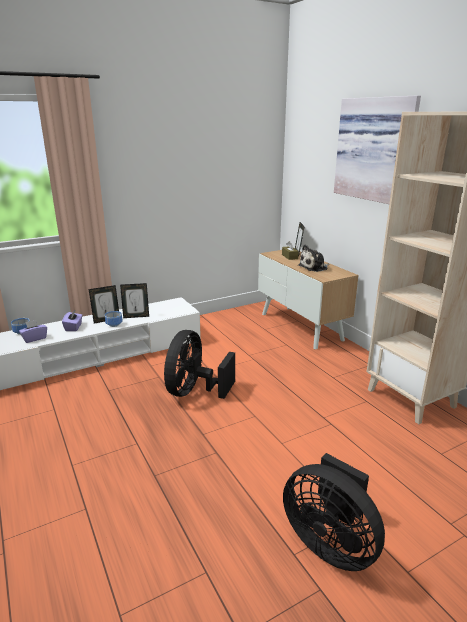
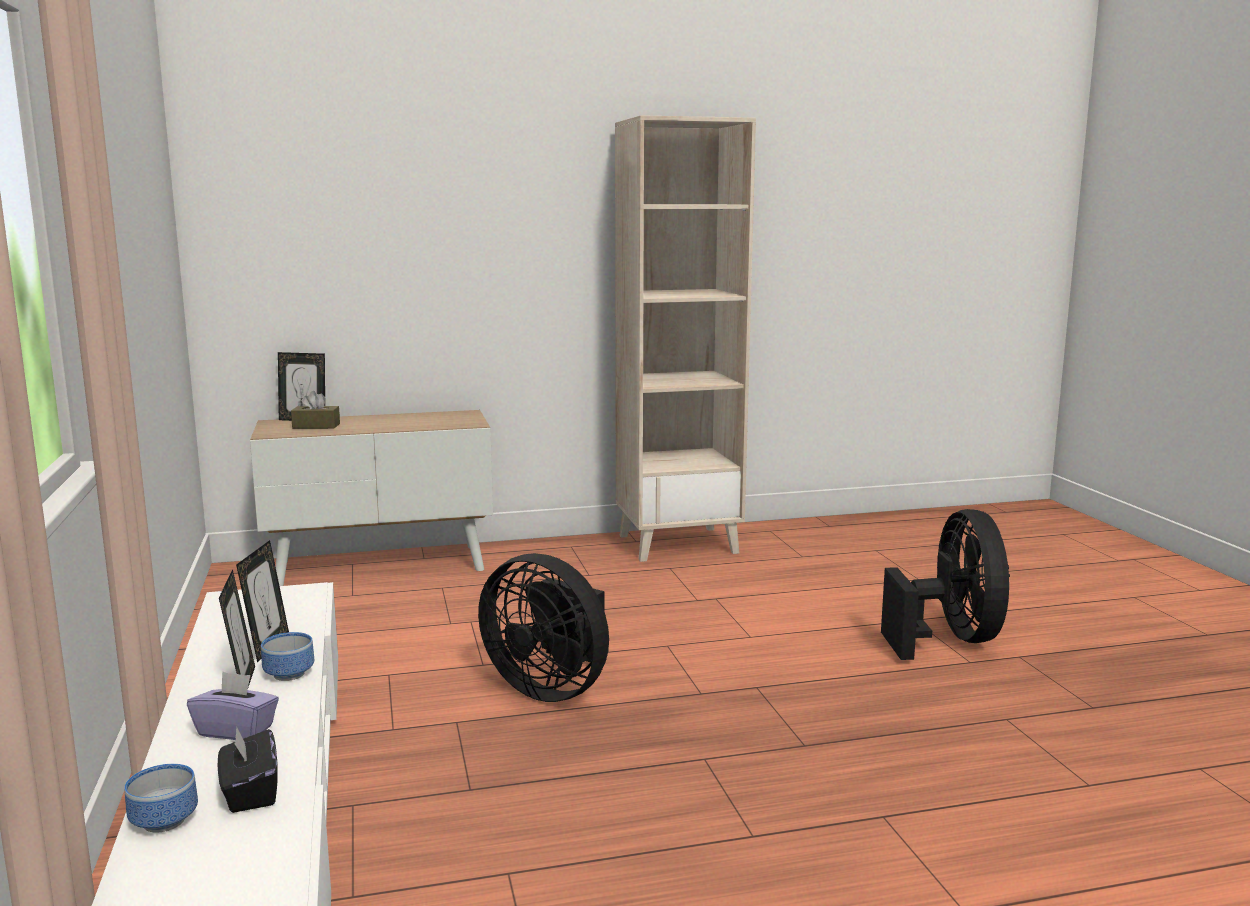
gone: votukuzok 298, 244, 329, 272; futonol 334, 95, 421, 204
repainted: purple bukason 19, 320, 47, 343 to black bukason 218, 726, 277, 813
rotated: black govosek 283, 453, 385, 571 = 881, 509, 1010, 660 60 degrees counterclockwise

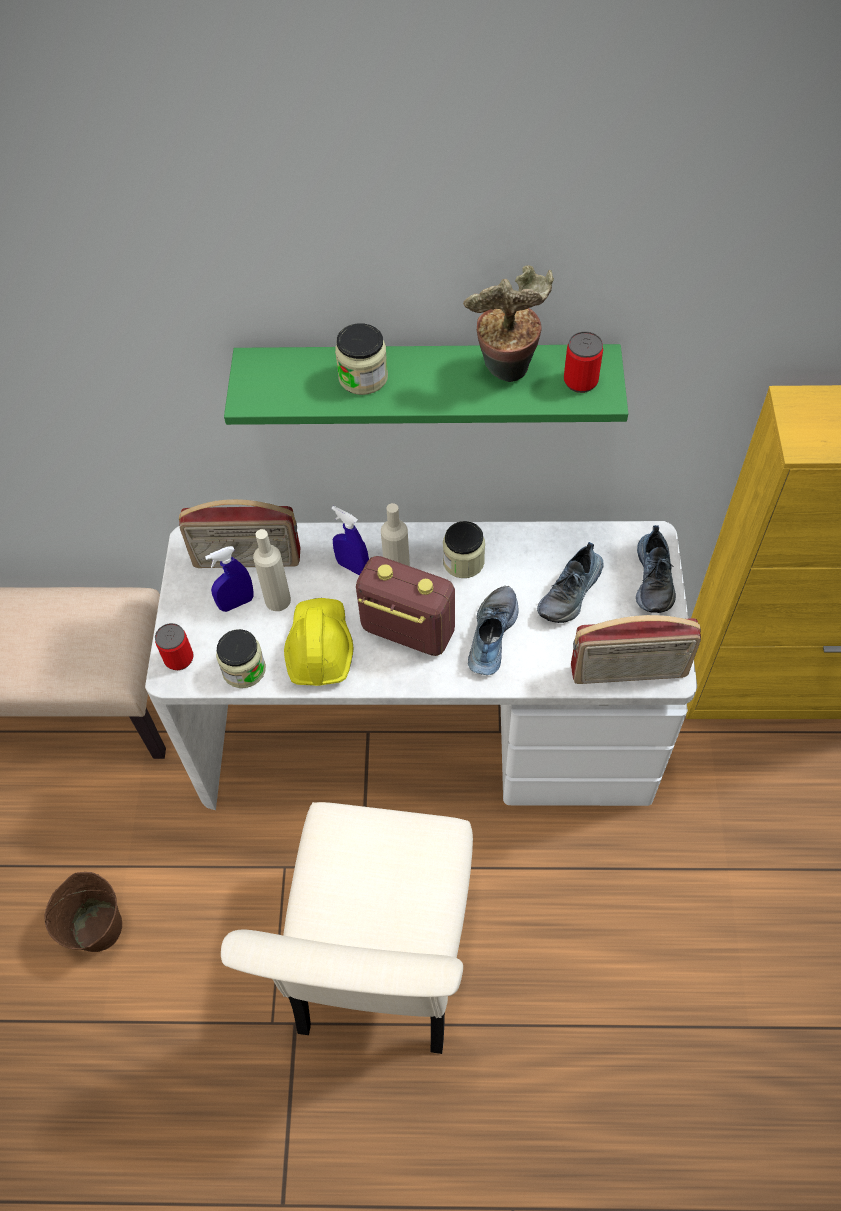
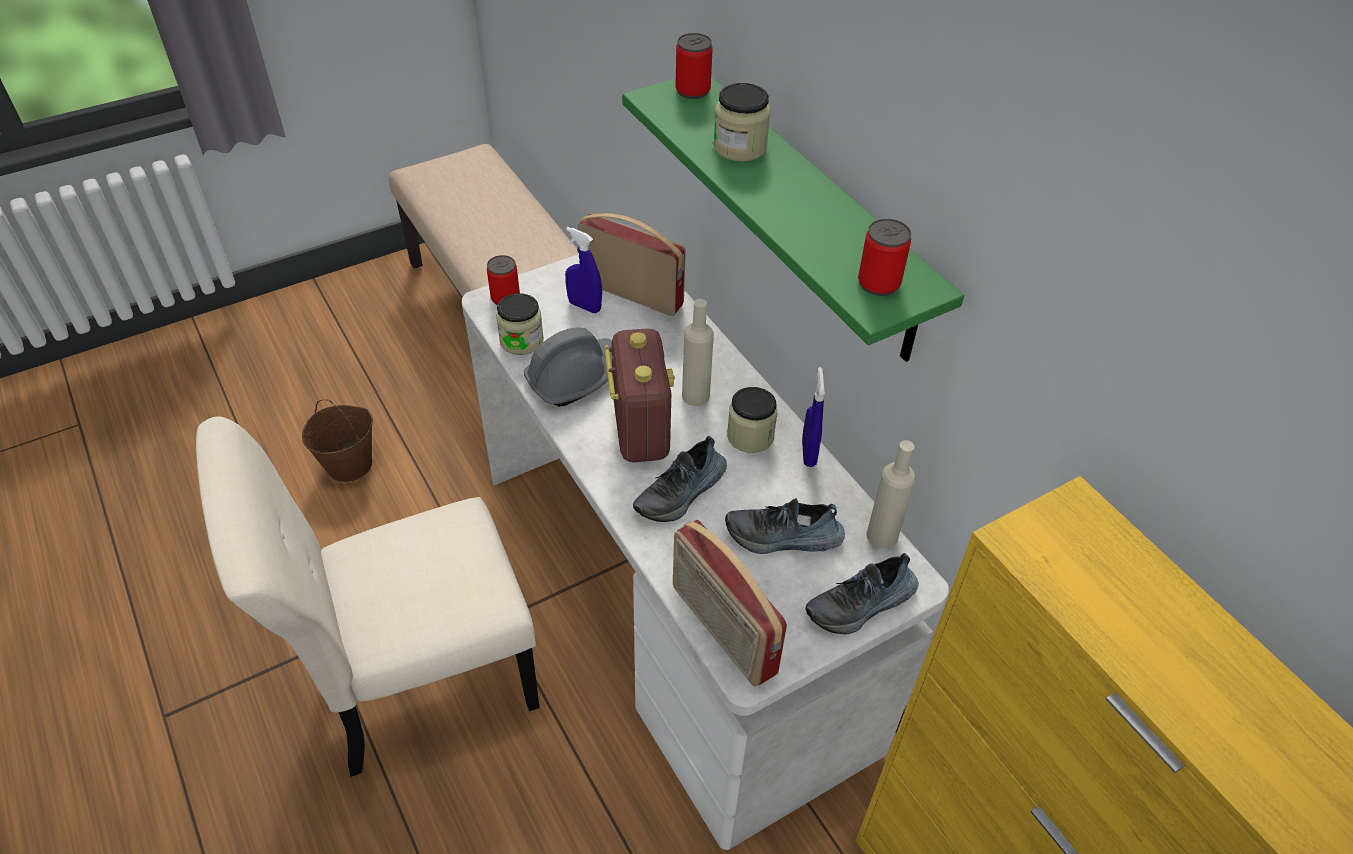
gone: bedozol 463, 265, 554, 382
new: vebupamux 675, 33, 713, 99
shifted: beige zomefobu 253, 529, 291, 611 to 867, 440, 916, 549; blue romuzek 331, 506, 369, 576 to 802, 367, 825, 467
repainted: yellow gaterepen 284, 598, 354, 686 to grey gaterepen 524, 328, 612, 407
rotated: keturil 179, 499, 300, 568 = 578, 213, 686, 316 150 degrees clockwise; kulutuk 468, 586, 519, 675 = 633, 436, 727, 522 150 degrees clockwise

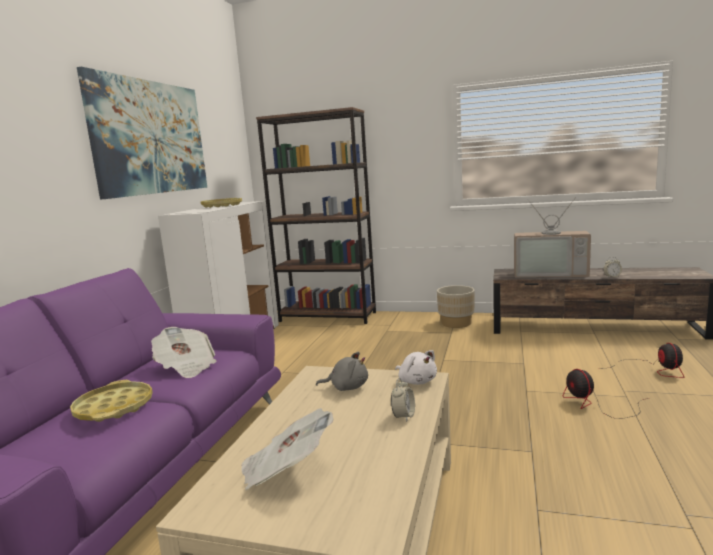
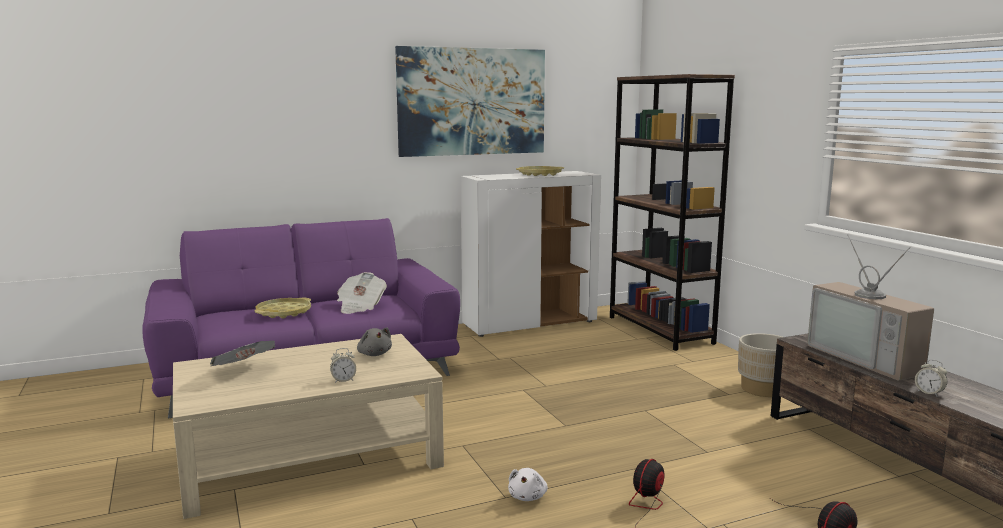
shifted: white votukuzok 395, 350, 437, 385 to 508, 468, 548, 501

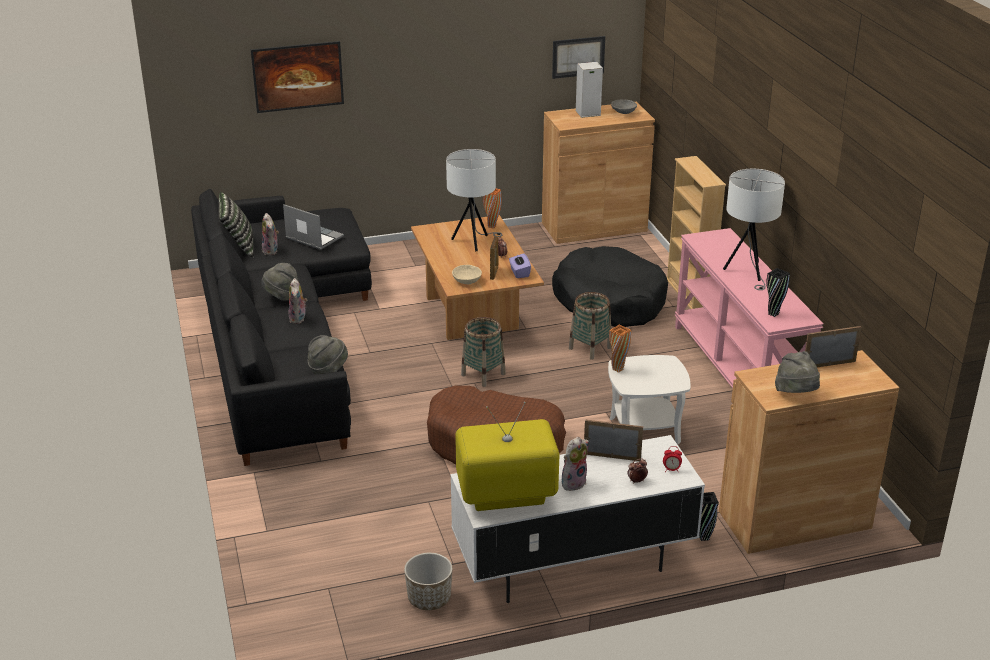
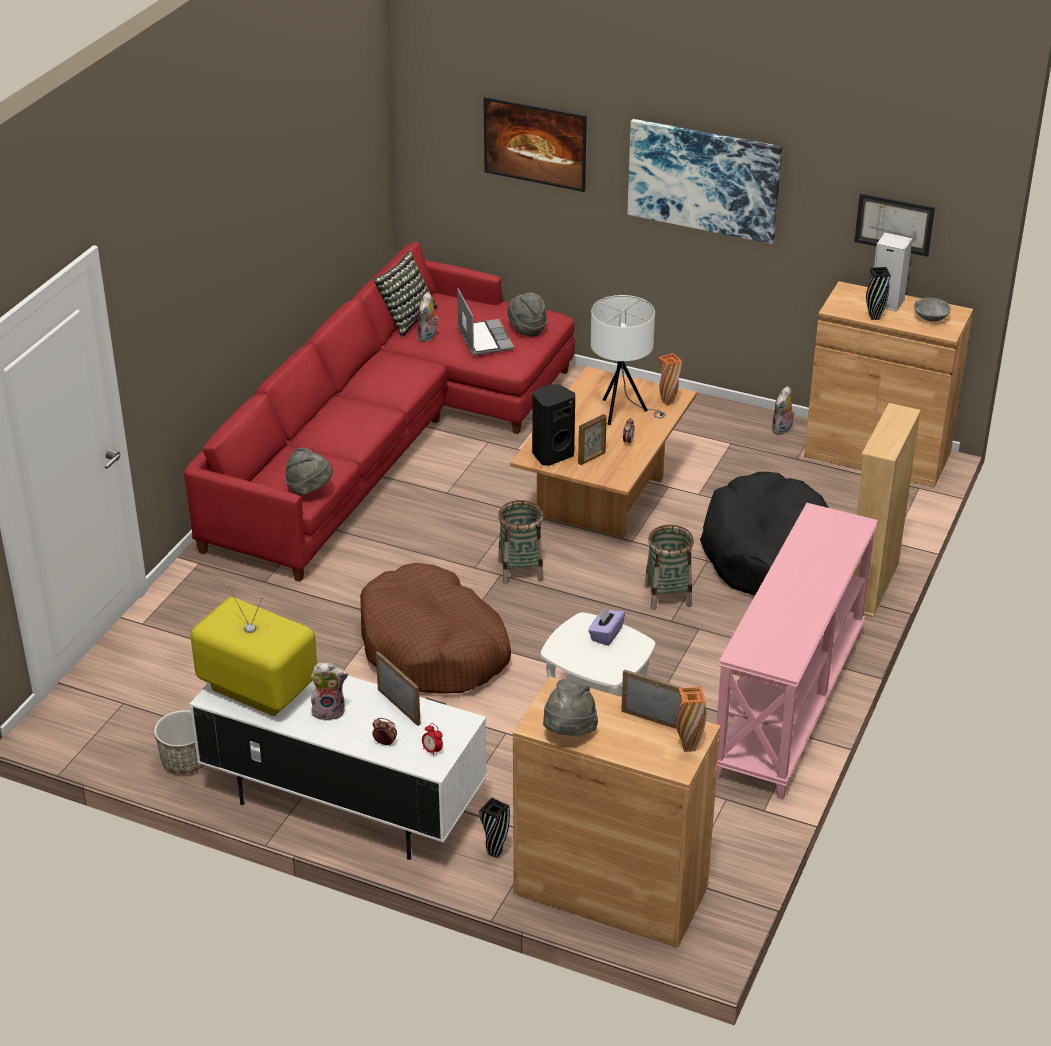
gone: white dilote 723, 169, 785, 290
new: futonol 628, 119, 782, 244
shifted: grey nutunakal 261, 263, 299, 301 to 507, 292, 547, 337; votukuzok 289, 278, 308, 324 to 771, 386, 795, 435; purple bukason 509, 253, 531, 278 to 588, 606, 625, 646; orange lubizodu 609, 324, 631, 373 to 675, 687, 706, 752; black lubizodu 766, 268, 790, 317 to 866, 267, 891, 320
swapped: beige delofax 452, 265, 482, 284 to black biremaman 532, 384, 575, 466
repainted: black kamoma 191, 189, 372, 466 to red kamoma 184, 242, 575, 582

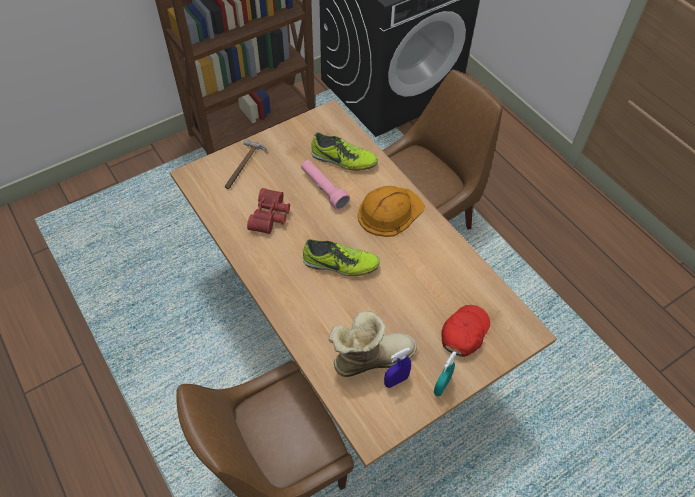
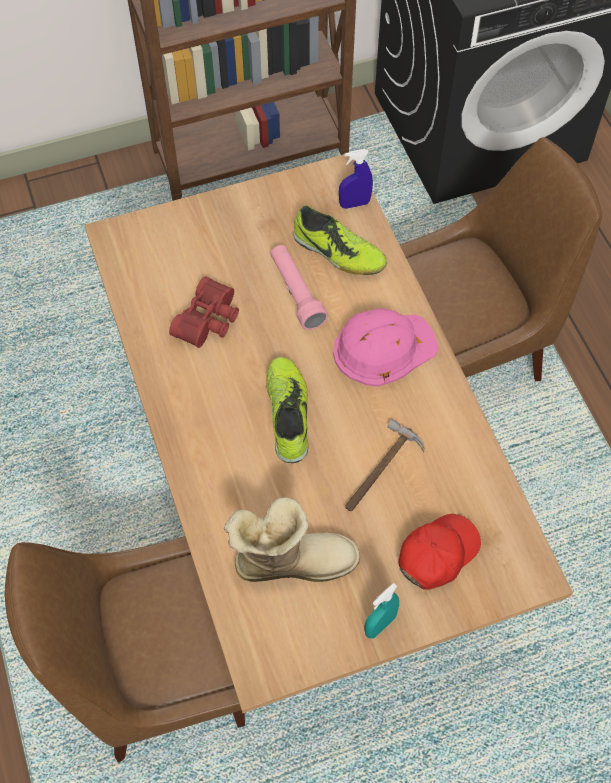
shifted: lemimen 225, 139, 267, 189 to 345, 419, 425, 511; blue romuzek 384, 348, 411, 388 to 339, 149, 373, 209
repainted: orange gaterepen 358, 186, 425, 237 to pink gaterepen 333, 309, 439, 387
rotated: kulutuk 303, 239, 380, 276 = 266, 357, 308, 463 120 degrees counterclockwise

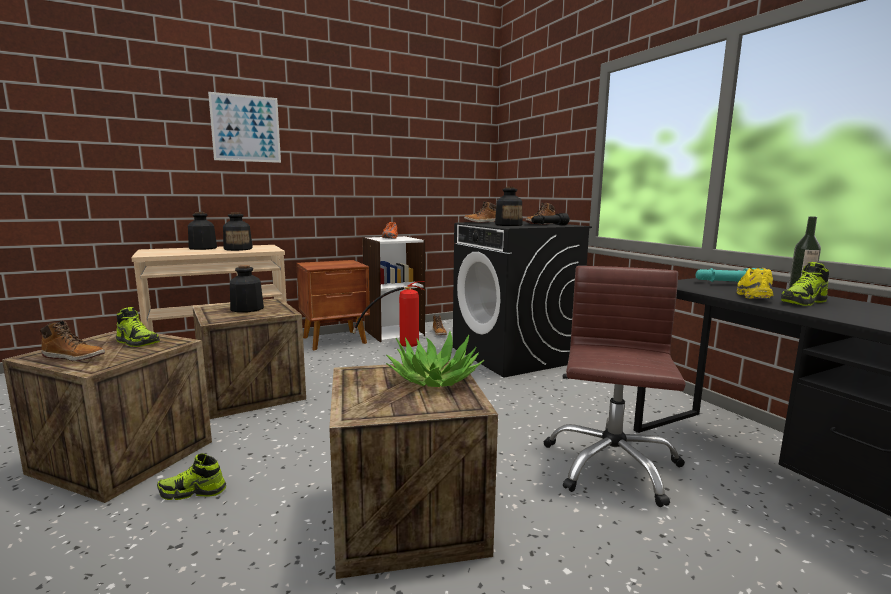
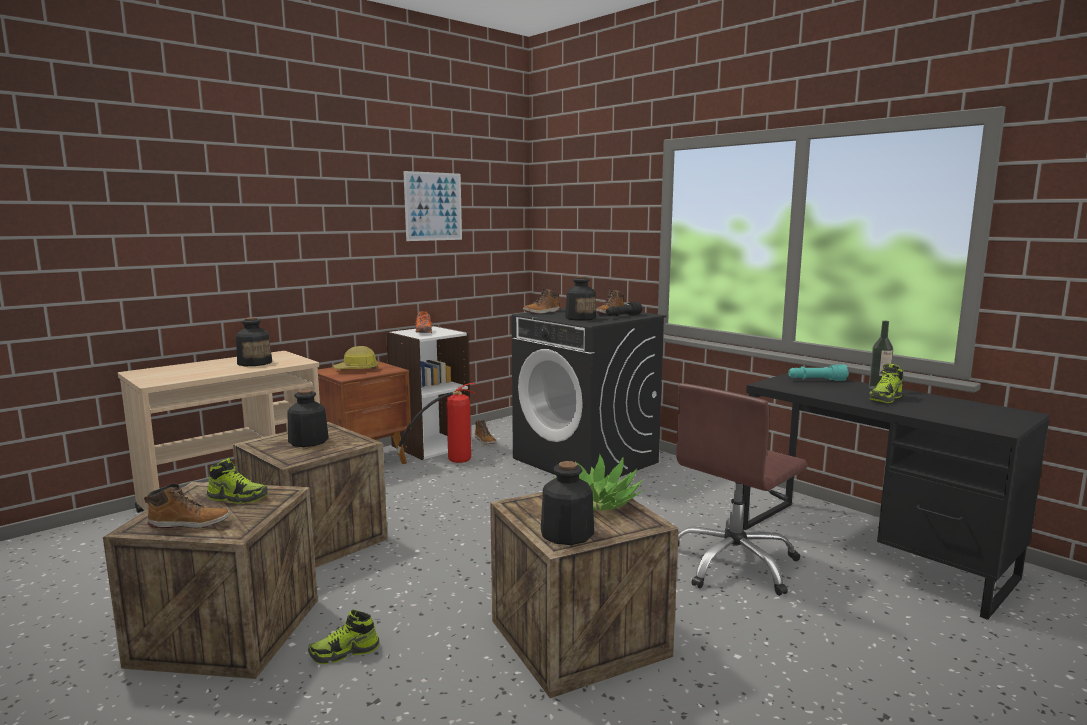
gone: yellow kulutuk 736, 268, 773, 300
new: gaterepen 333, 346, 379, 370
shifted: zomefobu 188, 212, 217, 250 to 541, 461, 594, 545; futonol 208, 92, 281, 163 to 403, 171, 462, 241
rotated: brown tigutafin 544, 266, 686, 507 = 676, 383, 807, 596 135 degrees counterclockwise

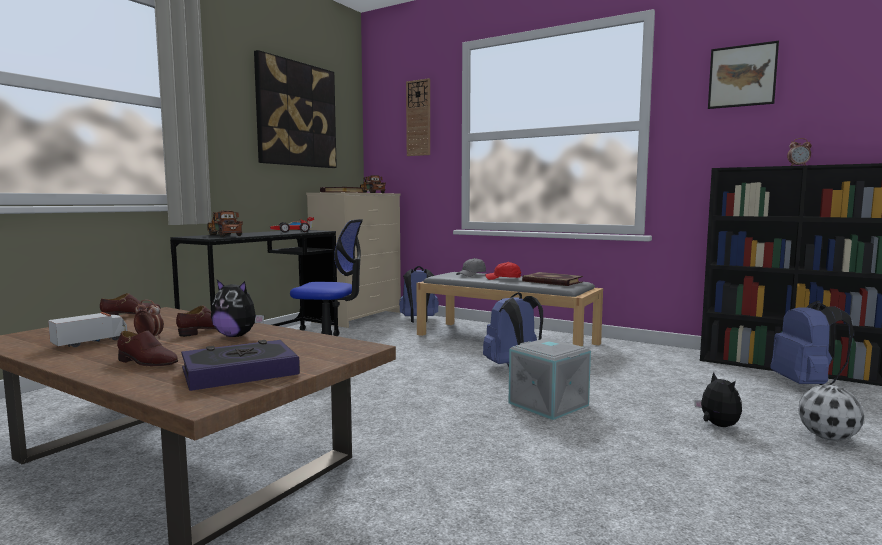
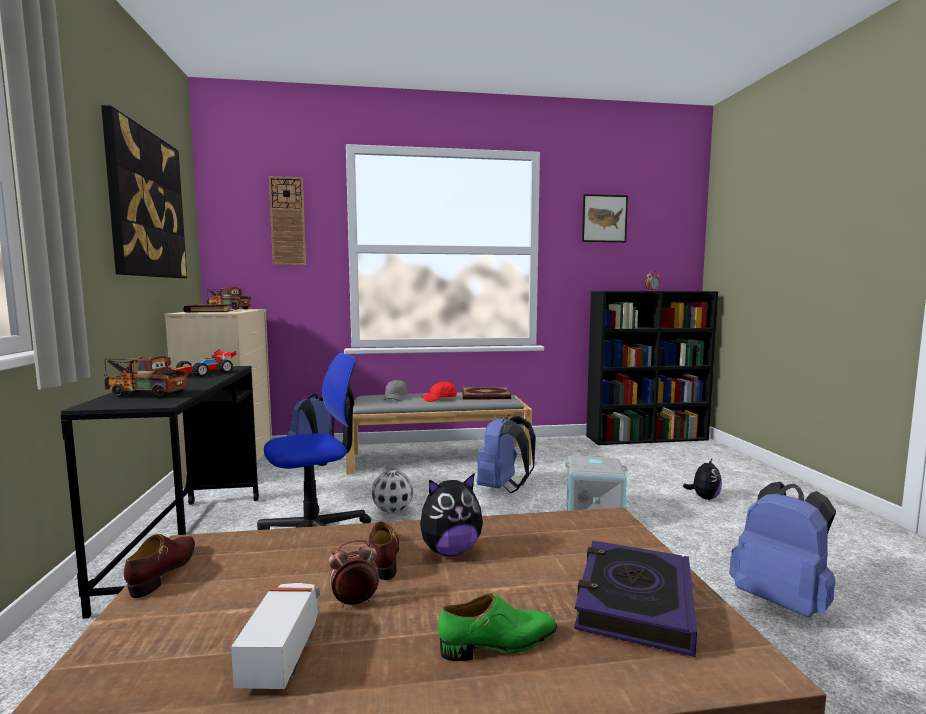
shifted: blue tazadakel 770, 301, 854, 385 to 729, 482, 836, 617; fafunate 798, 384, 865, 441 to 372, 470, 413, 513
repainted: brown kulutuk 117, 331, 178, 366 to green kulutuk 438, 593, 557, 661
rotated: votukuzok 695, 372, 742, 427 = 683, 459, 722, 500 90 degrees clockwise

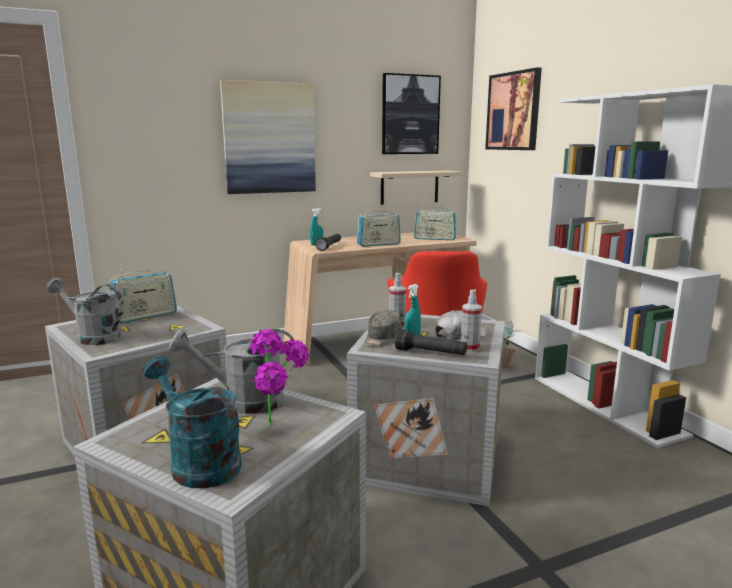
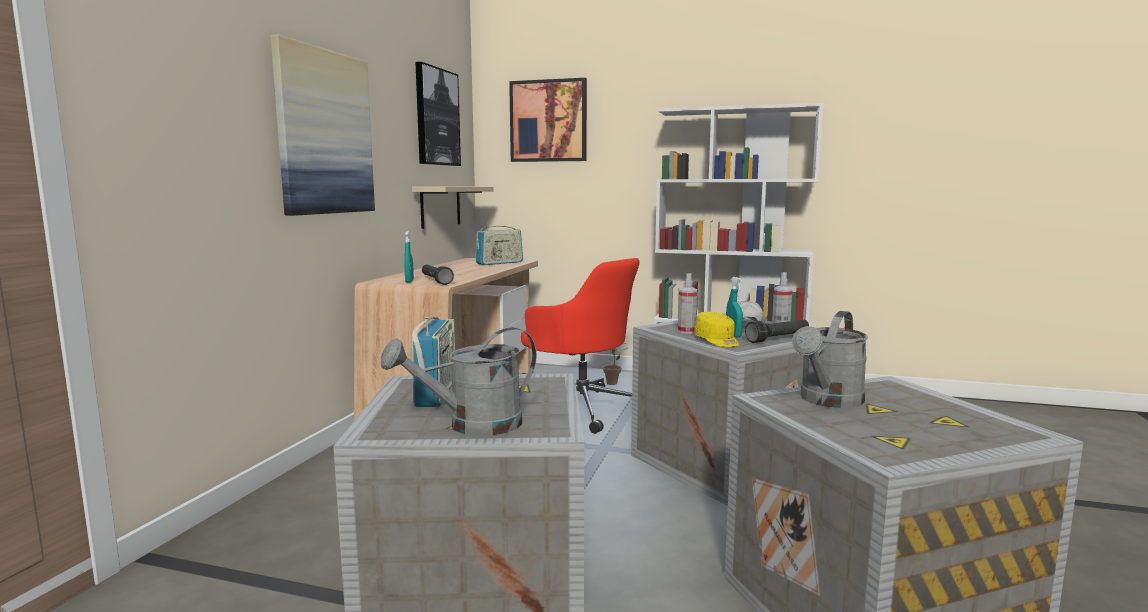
gone: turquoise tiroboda 143, 356, 242, 488; bedozol 250, 329, 309, 426; keturil 357, 208, 401, 247
repainted: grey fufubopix 365, 310, 402, 347 to yellow fufubopix 694, 312, 739, 347

